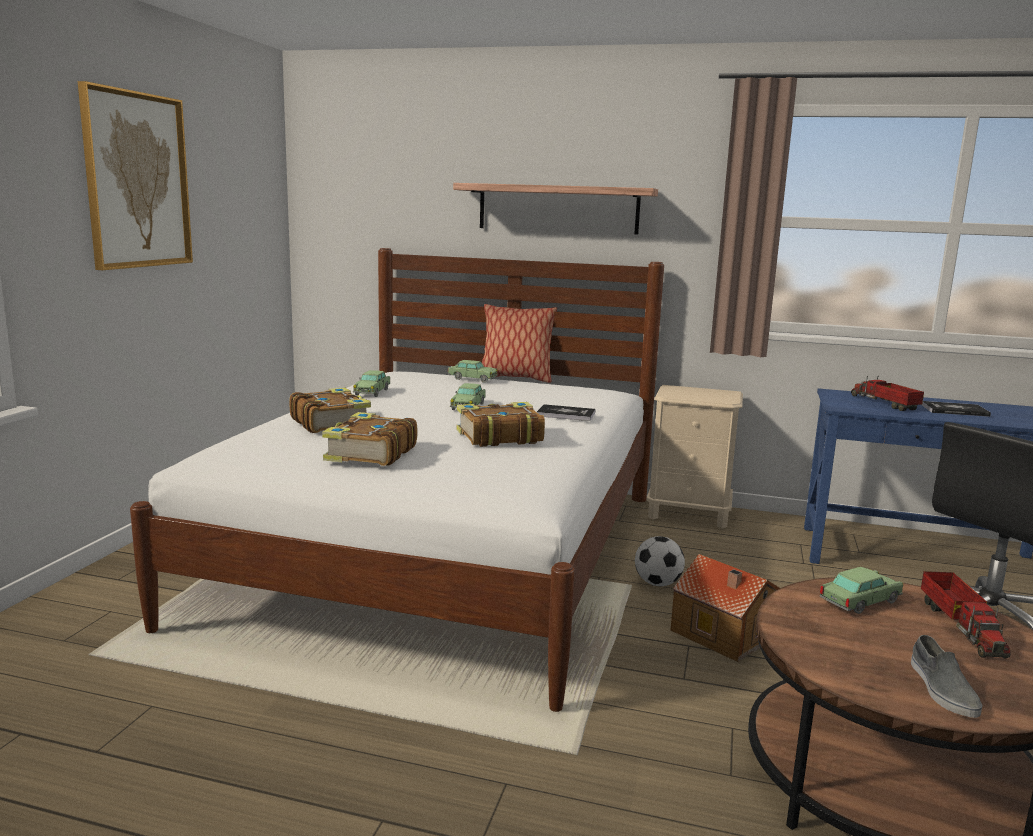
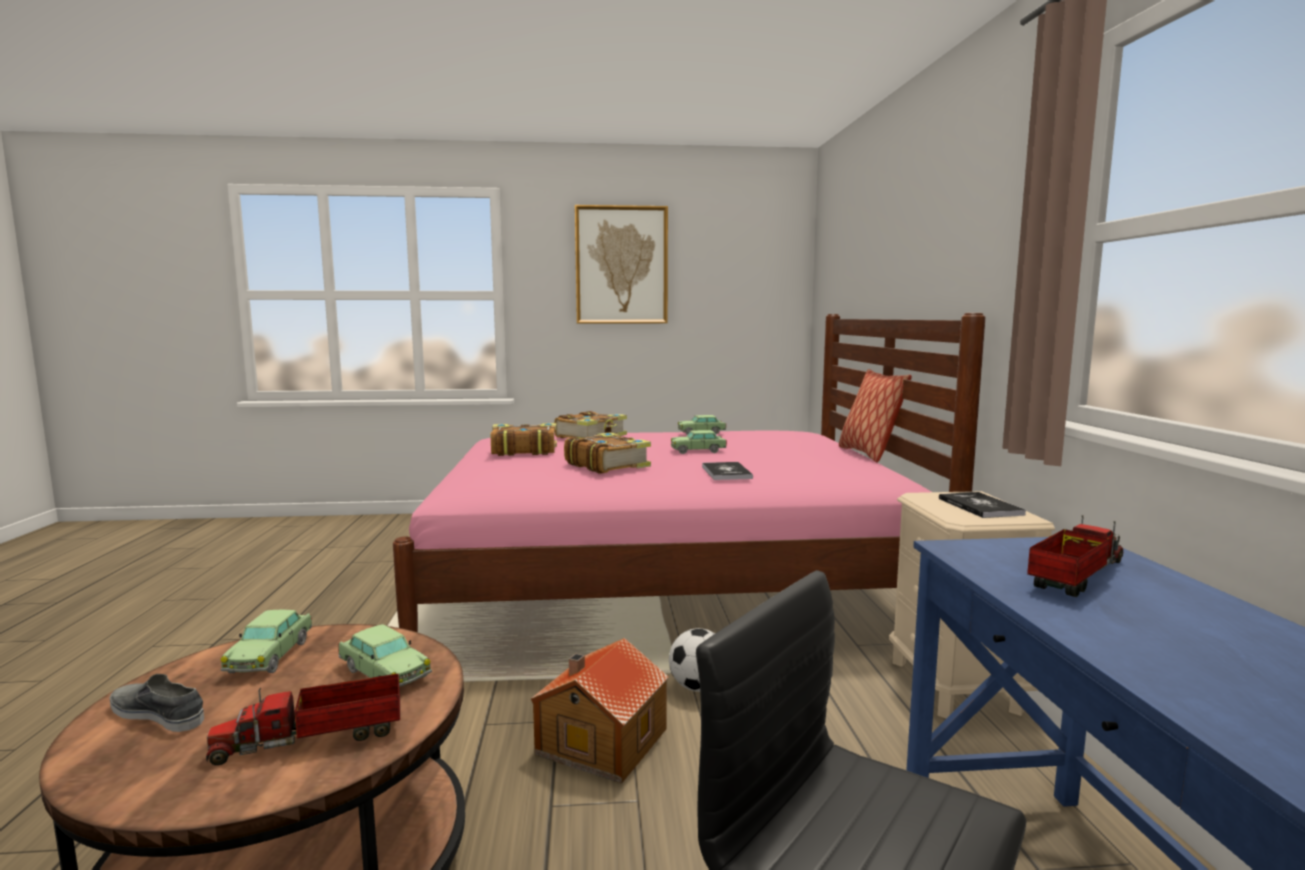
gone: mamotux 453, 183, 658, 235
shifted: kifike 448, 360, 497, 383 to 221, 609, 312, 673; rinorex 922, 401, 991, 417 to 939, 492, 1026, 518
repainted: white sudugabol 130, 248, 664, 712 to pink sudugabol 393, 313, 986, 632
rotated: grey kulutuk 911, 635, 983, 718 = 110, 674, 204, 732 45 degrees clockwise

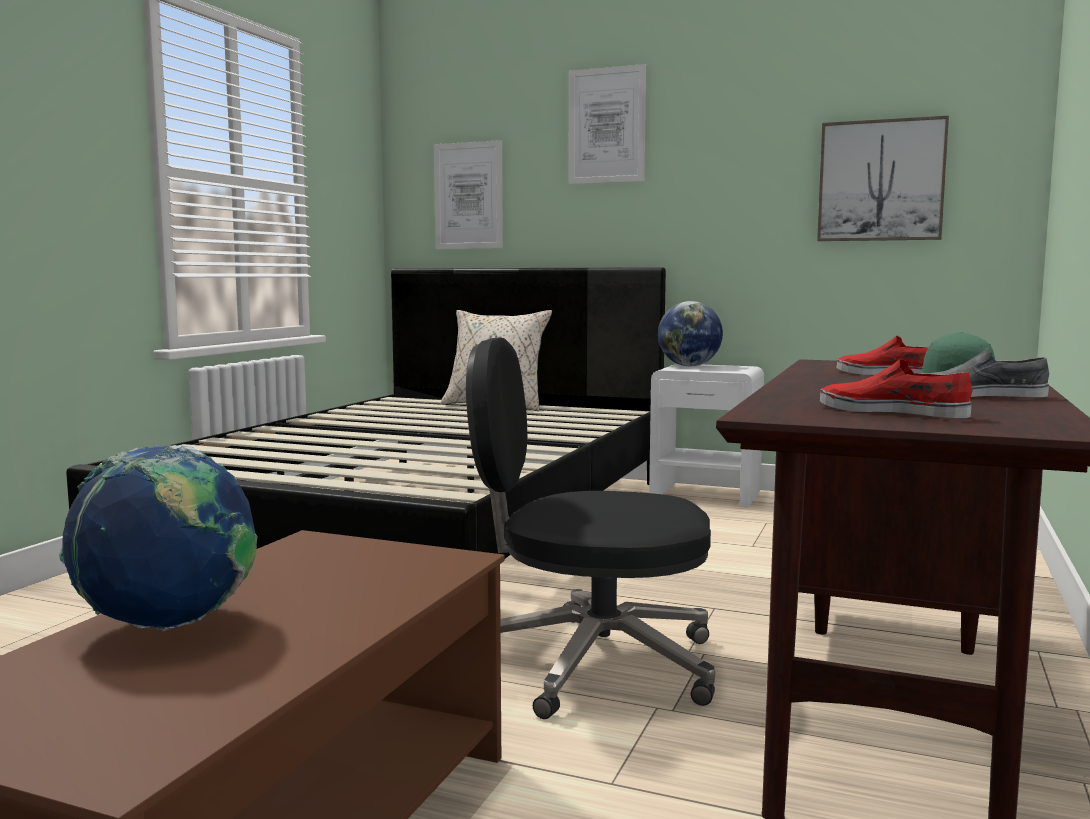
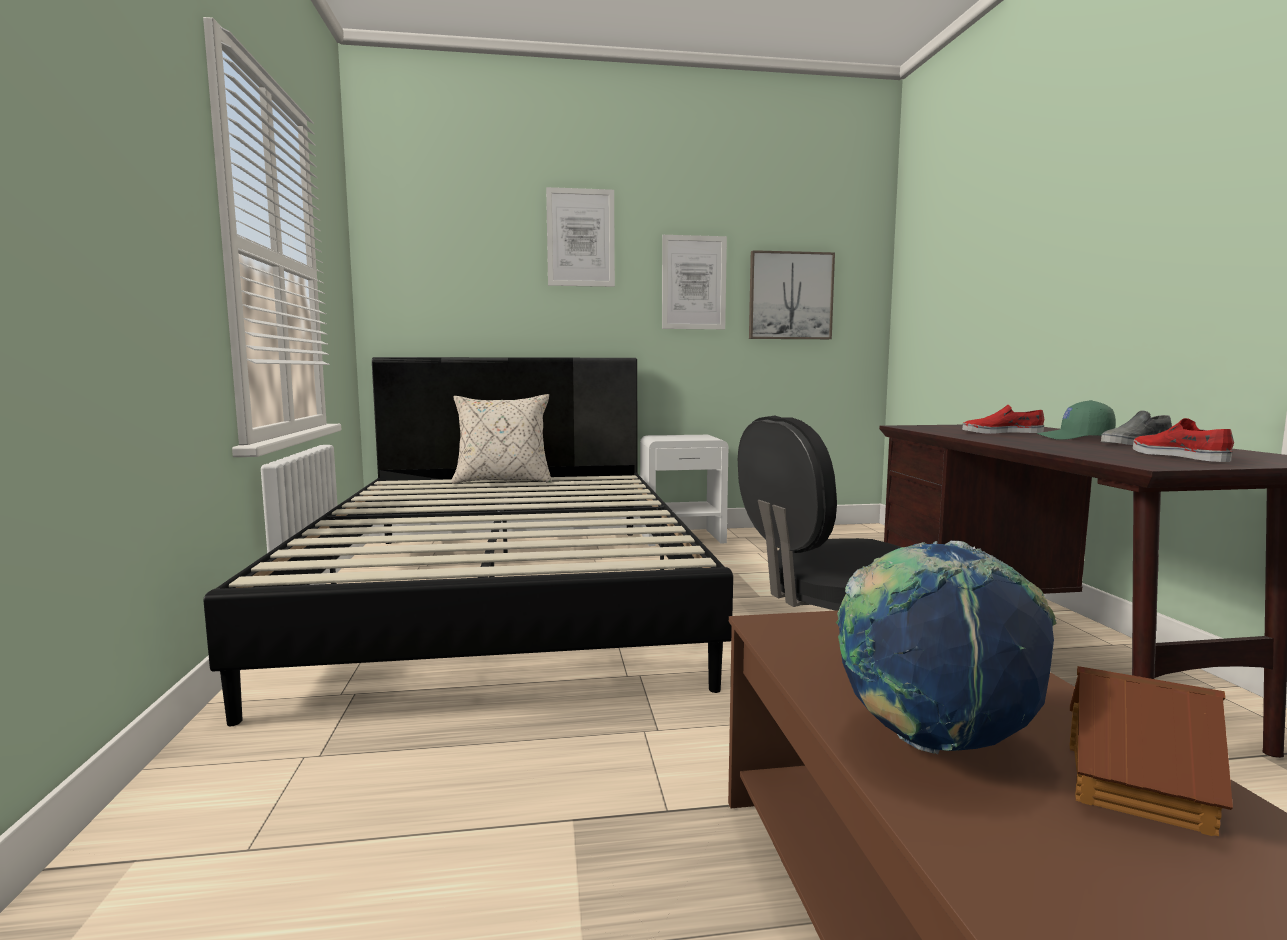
gone: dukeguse 658, 301, 723, 366
new: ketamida 1069, 666, 1233, 836
shifted: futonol 434, 140, 503, 249 to 662, 235, 727, 329
rotated: red kulutuk 820, 358, 972, 418 = 1133, 418, 1234, 462 75 degrees clockwise

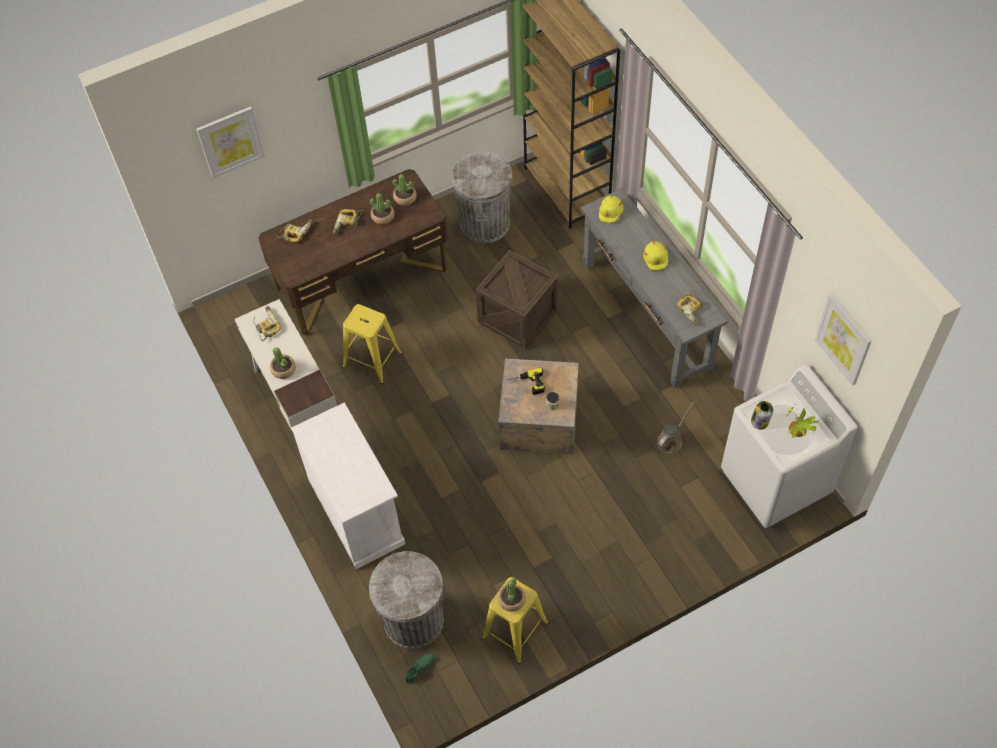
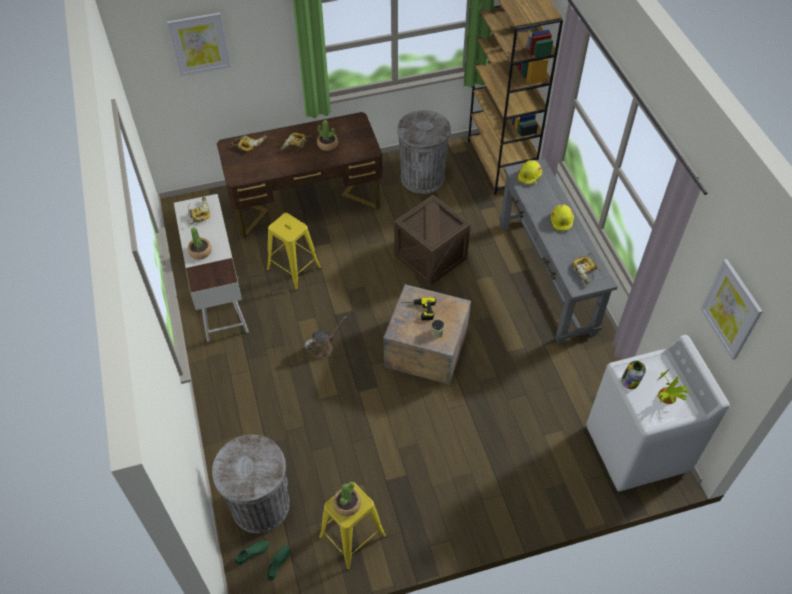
gone: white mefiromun 291, 402, 405, 569; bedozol 393, 174, 417, 206
new: green kulutuk 266, 545, 290, 581
shifted: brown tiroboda 657, 403, 694, 453 to 304, 316, 347, 358

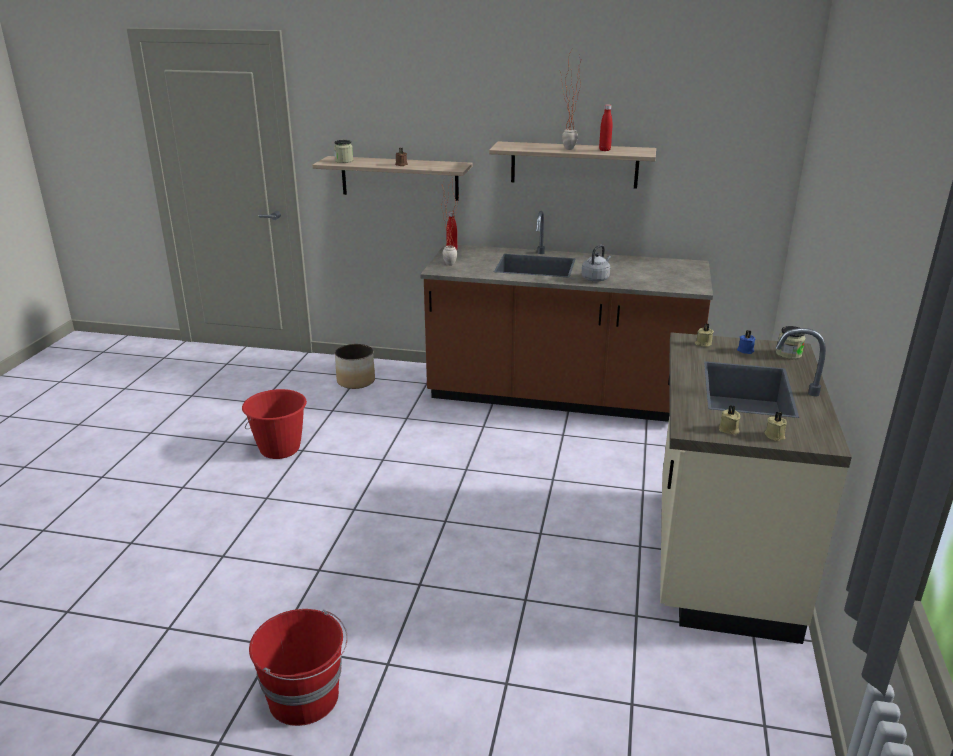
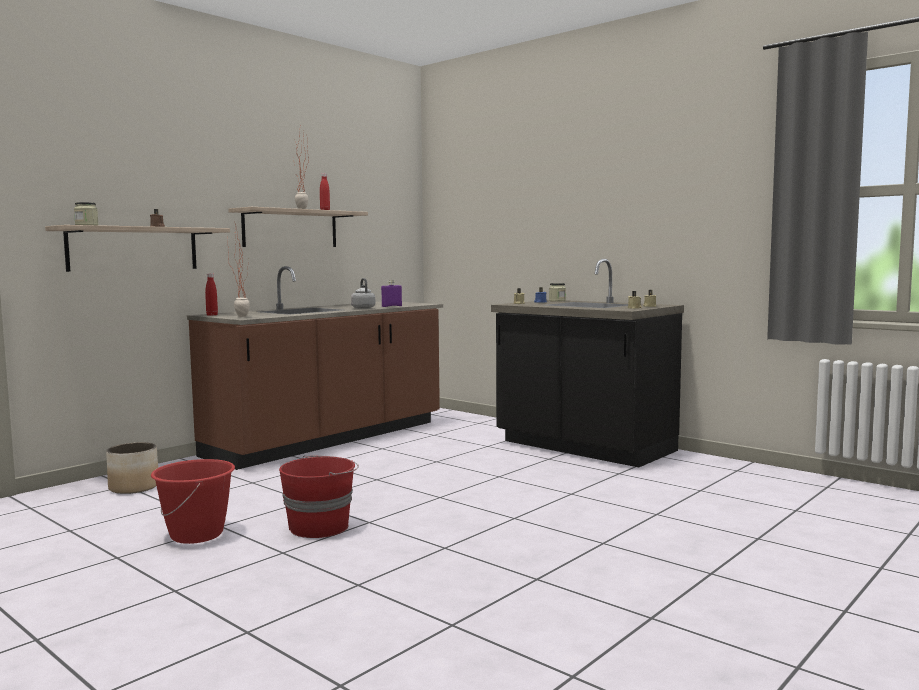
new: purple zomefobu 381, 280, 402, 307
shifted: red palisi 249, 609, 348, 726 to 279, 455, 359, 538
repainted: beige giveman 660, 328, 852, 644 to black giveman 491, 259, 684, 467

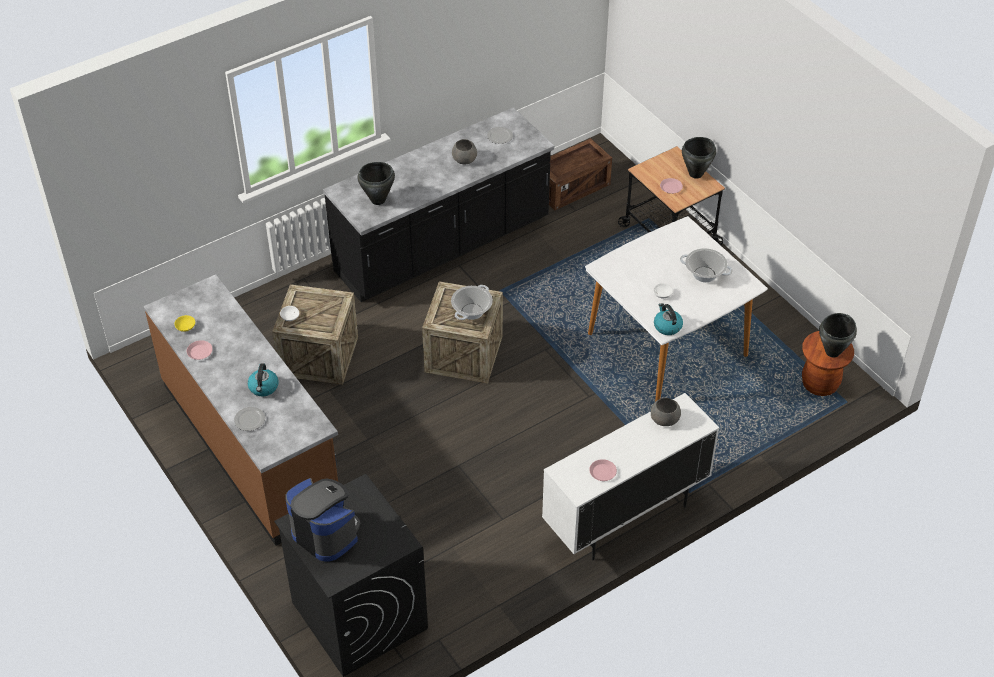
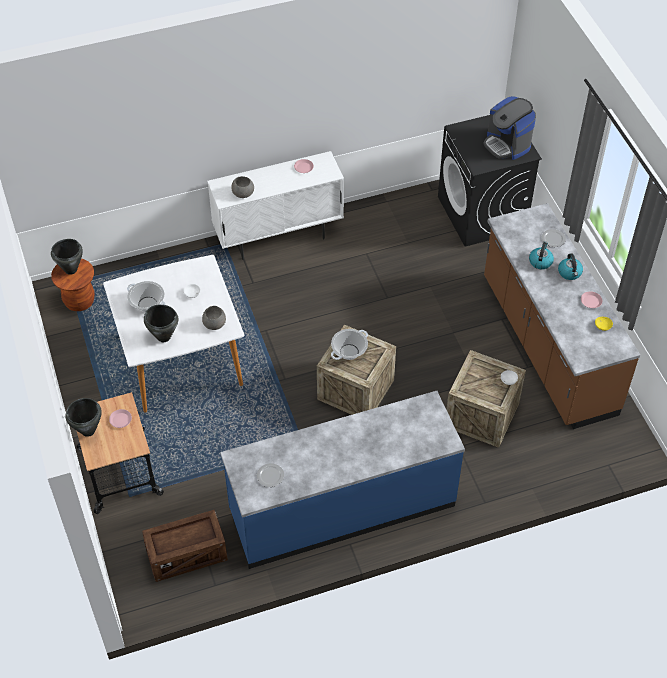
shifted: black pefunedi 358, 162, 395, 205 to 144, 304, 179, 342; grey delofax 452, 139, 477, 164 to 202, 306, 226, 330; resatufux 654, 303, 683, 335 to 558, 253, 583, 280
repainted: black giveman 323, 107, 554, 302 to blue giveman 220, 391, 465, 569

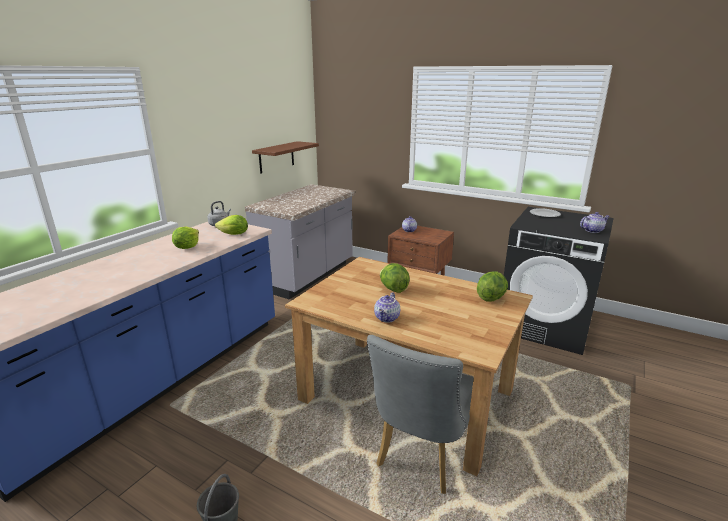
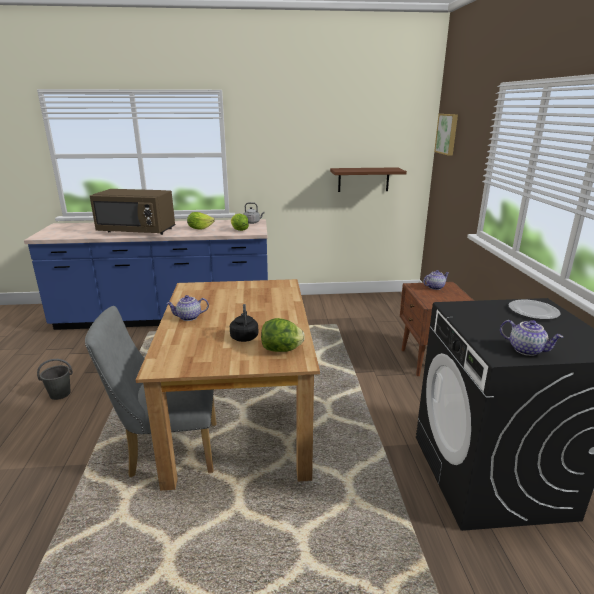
gone: grey giveman 245, 184, 355, 300; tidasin 380, 263, 410, 293
new: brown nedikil 90, 189, 176, 235; black resatufux 230, 304, 259, 342; futonol 434, 114, 458, 156

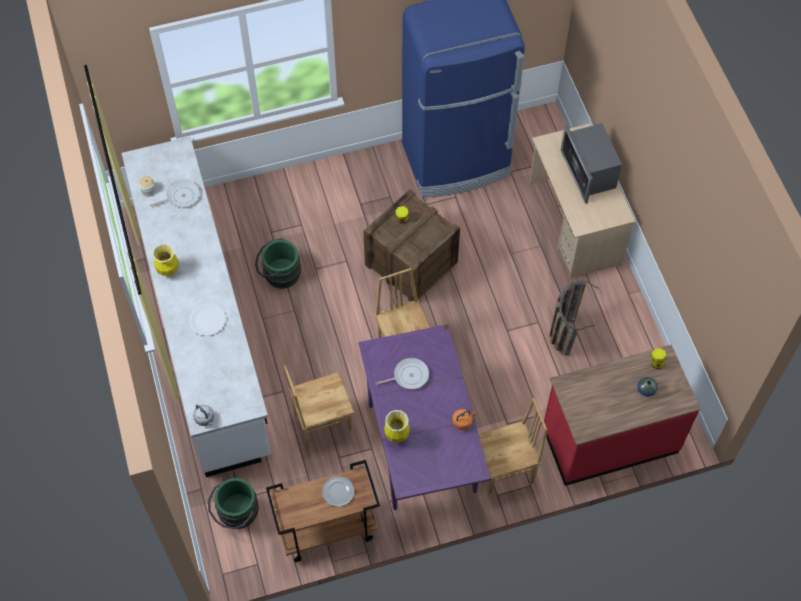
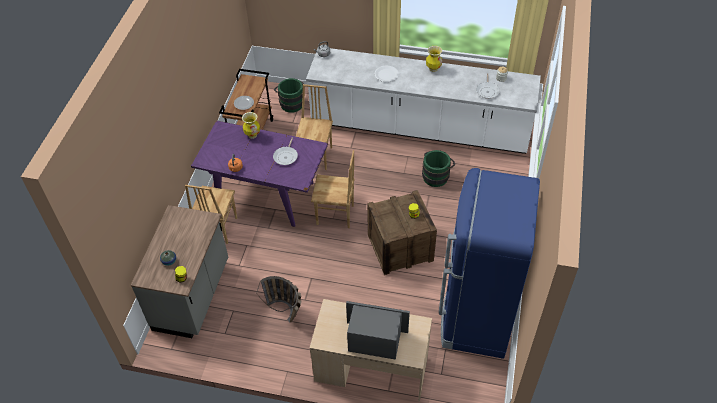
repainted: red giveman 544, 345, 700, 486 to grey giveman 131, 205, 228, 338

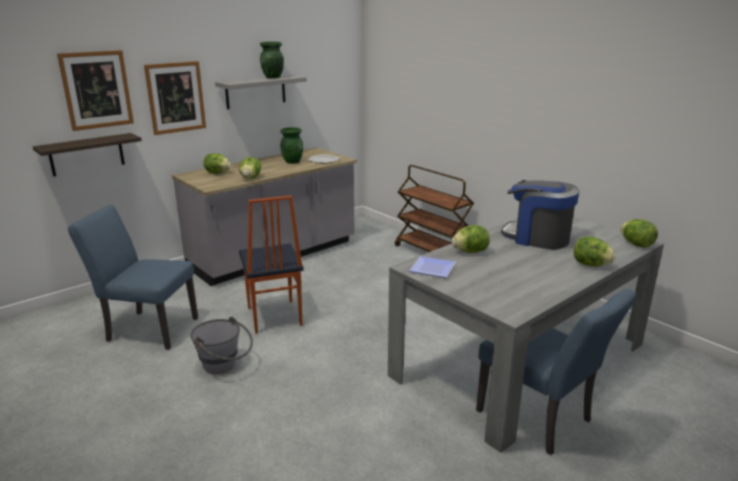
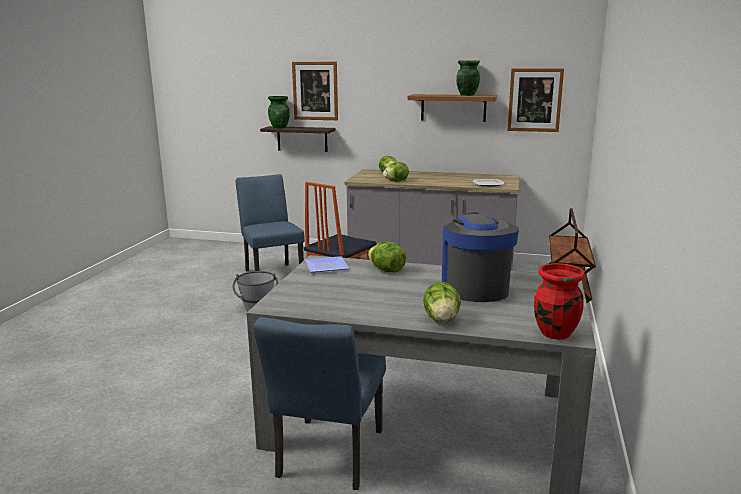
shifted: futonol 144, 61, 206, 135 to 507, 68, 564, 132; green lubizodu 280, 127, 303, 164 to 268, 96, 290, 128
swapped: tidasin 621, 219, 658, 247 to red lubizodu 534, 263, 585, 340
repainted: grey mamotux 215, 75, 307, 109 to brown mamotux 407, 94, 497, 122

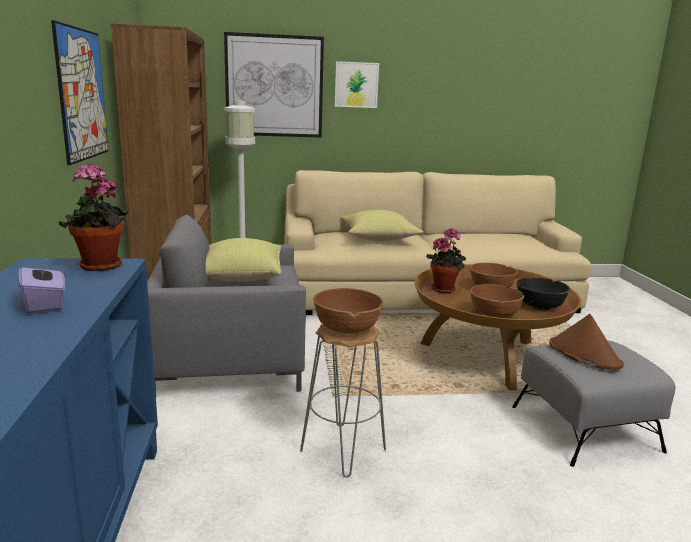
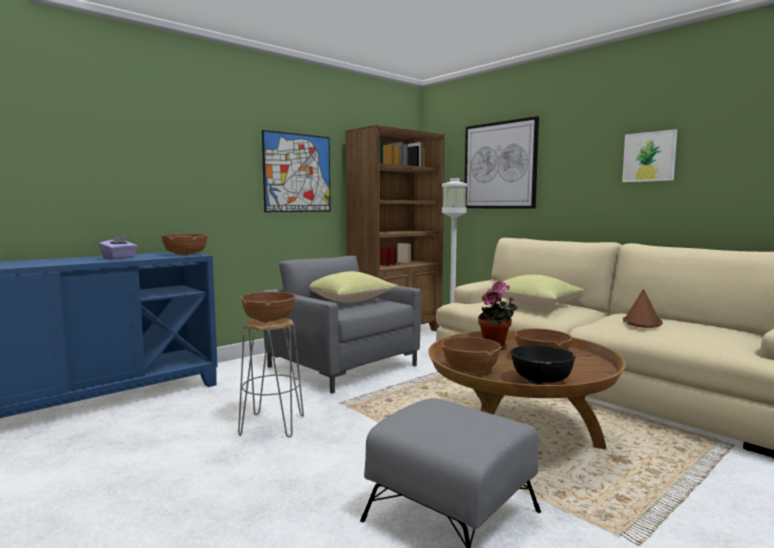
shifted: futonol 335, 61, 379, 108 to 622, 129, 677, 182; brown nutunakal 549, 314, 624, 370 to 623, 289, 663, 328
swapped: bedozol 59, 163, 130, 271 to brown delofax 161, 234, 208, 256

